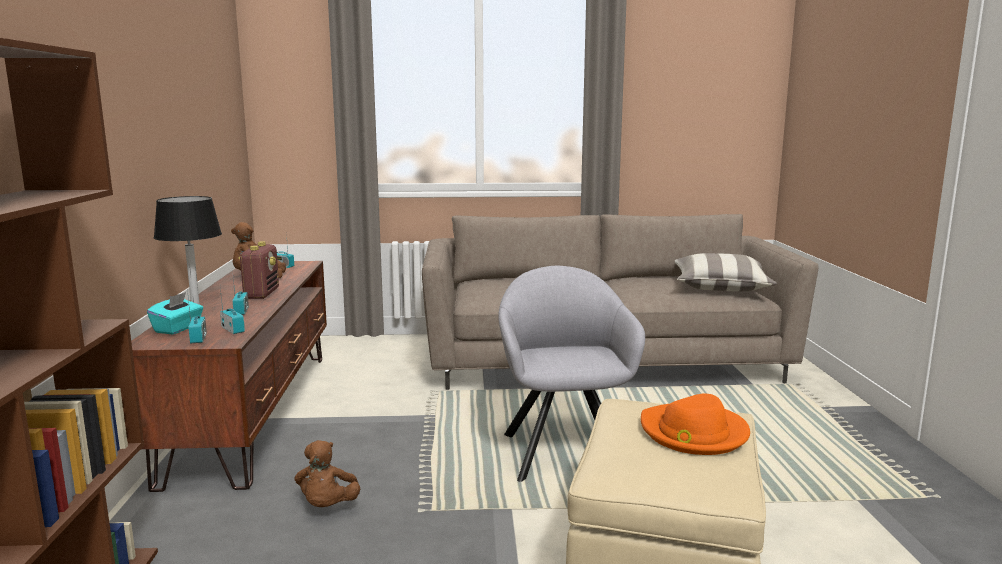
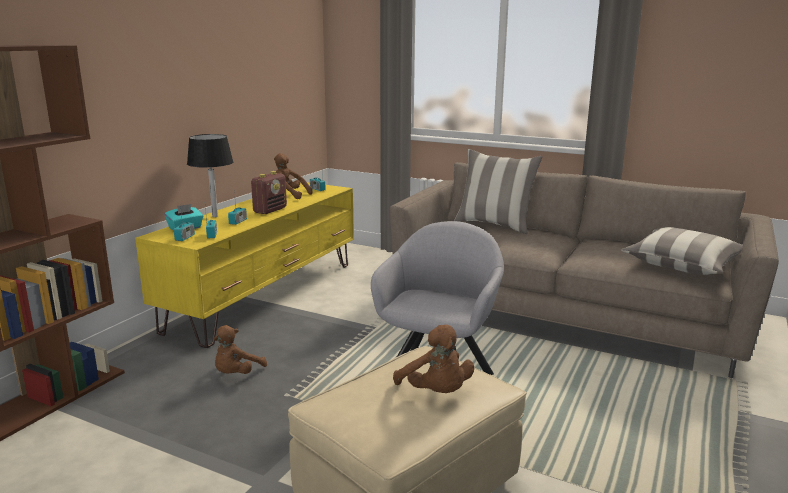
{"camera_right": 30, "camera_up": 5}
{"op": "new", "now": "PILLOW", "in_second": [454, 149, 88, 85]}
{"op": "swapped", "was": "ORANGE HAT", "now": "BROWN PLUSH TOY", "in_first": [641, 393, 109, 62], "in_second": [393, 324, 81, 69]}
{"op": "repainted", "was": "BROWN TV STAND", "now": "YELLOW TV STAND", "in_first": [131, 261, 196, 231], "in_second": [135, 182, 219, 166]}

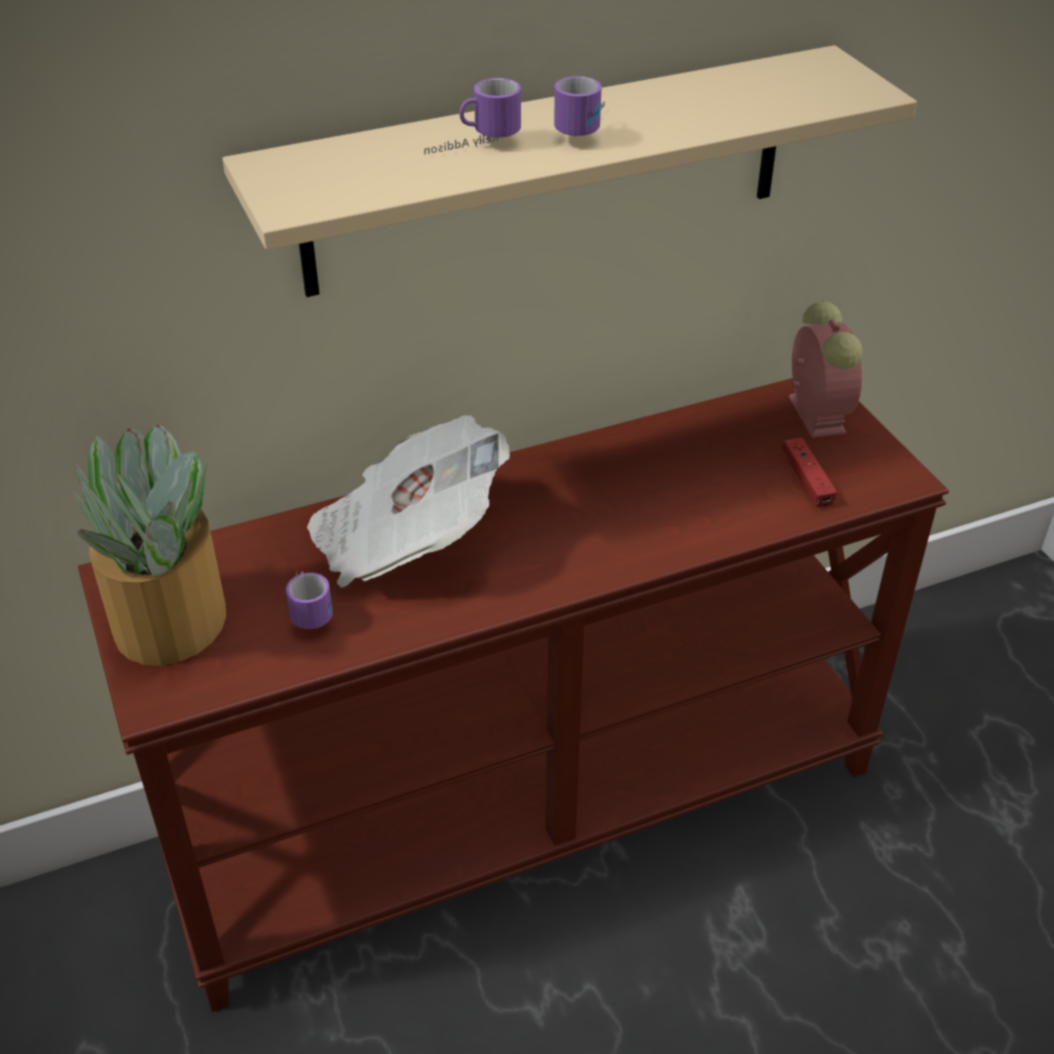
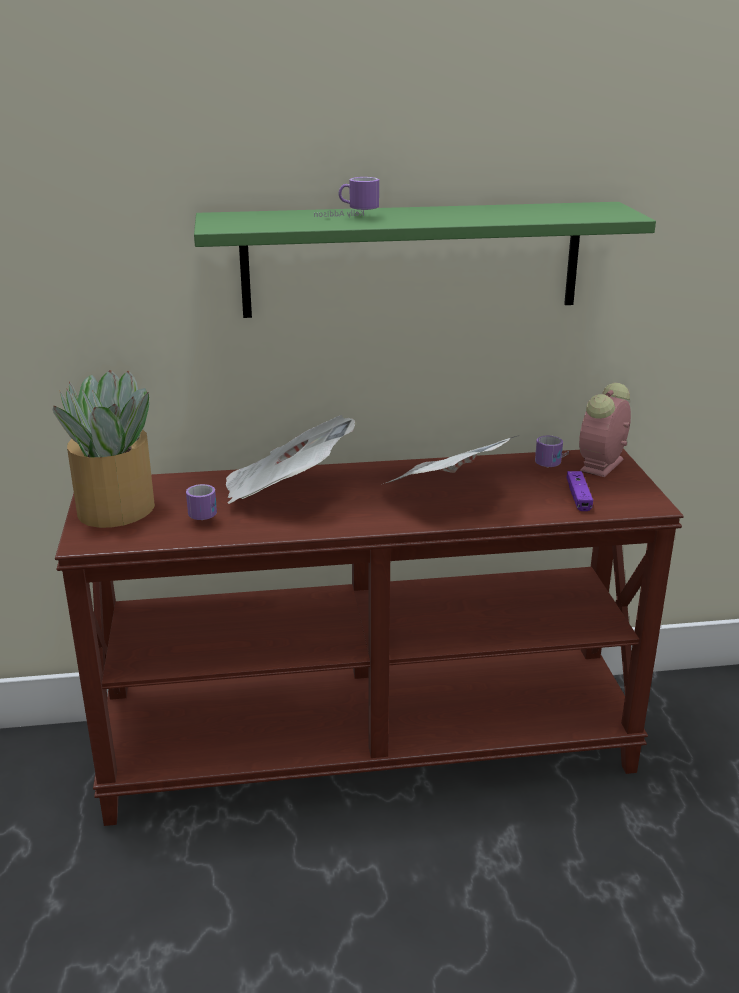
{"camera_right": 15, "camera_up": -15}
{"op": "new", "now": "NEWSPAPER", "in_second": [383, 436, 134, 48]}
{"op": "shifted", "was": "MUG", "in_first": [554, 76, 51, 61], "in_second": [535, 435, 34, 32]}
{"op": "repainted", "was": "BEIGE SHELF", "now": "GREEN SHELF", "in_first": [222, 45, 695, 252], "in_second": [194, 202, 462, 116]}
{"op": "repainted", "was": "RED GAME CONTROLLER", "now": "PURPLE GAME CONTROLLER", "in_first": [782, 438, 55, 69], "in_second": [566, 471, 27, 40]}
{"op": "rotated", "was": "ALARM CLOCK", "in_first": [789, 301, 73, 137], "in_second": [579, 383, 52, 94], "clockwise": -150}

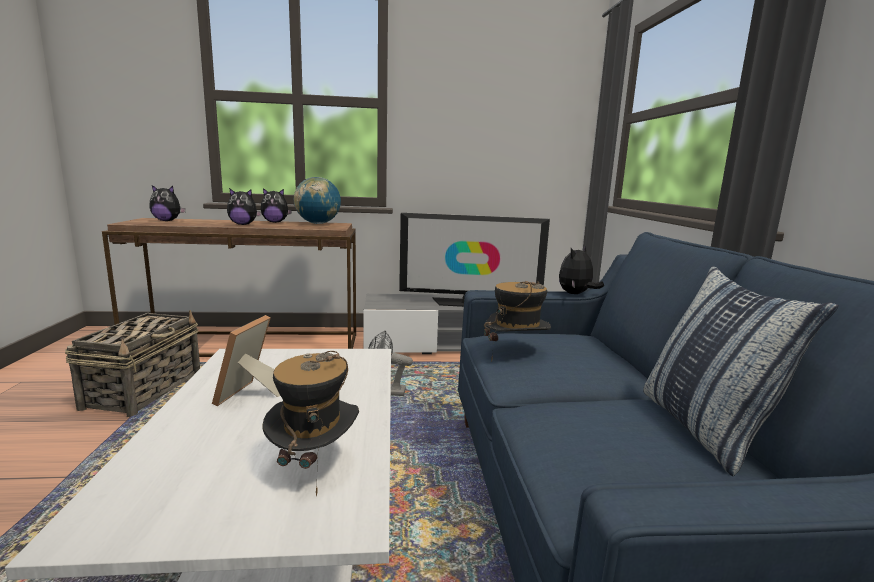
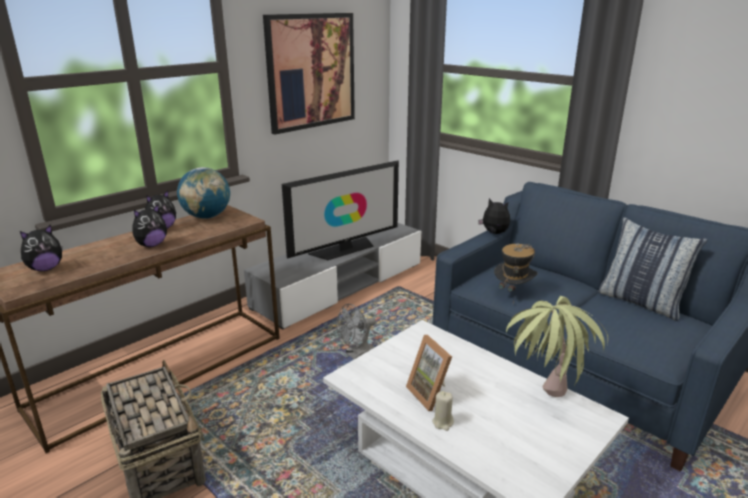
{"camera_right": -40, "camera_up": 10}
{"op": "new", "now": "PICTURE", "in_second": [263, 13, 92, 121]}
{"op": "new", "now": "BEIGE CANDLE", "in_second": [432, 391, 22, 40]}
{"op": "swapped", "was": "HAT", "now": "POTTED PLANT", "in_first": [263, 351, 96, 146], "in_second": [506, 296, 102, 101]}
{"op": "rotated", "was": "PLUSH TOY", "in_first": [559, 246, 45, 48], "in_second": [478, 198, 32, 36], "clockwise": 120}

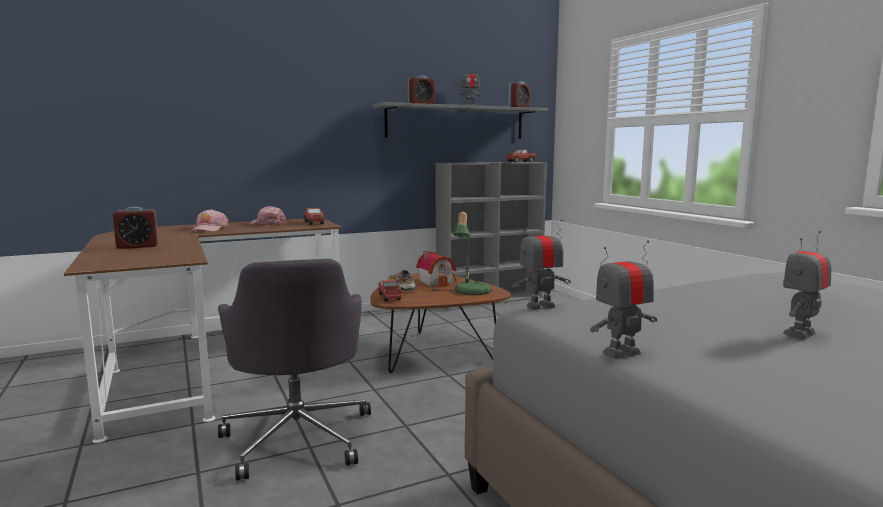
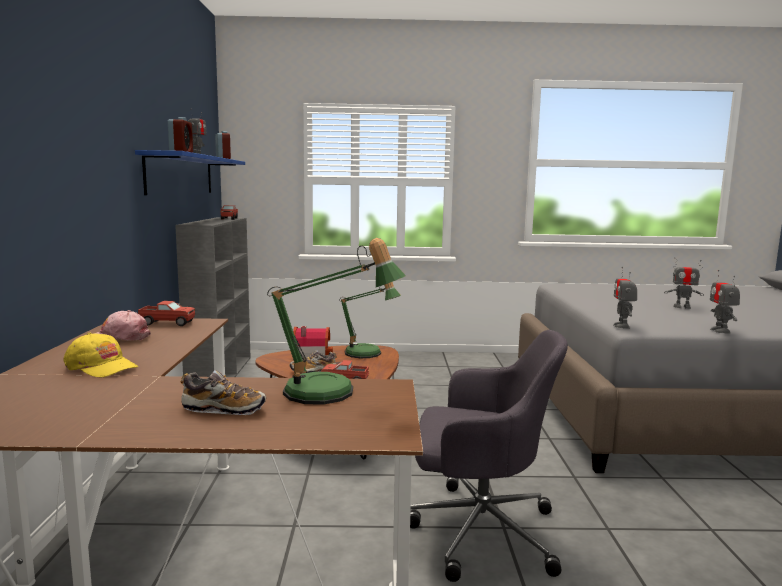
{"camera_right": -65, "camera_up": 0}
{"op": "new", "now": "TABLE LAMP", "in_second": [267, 238, 139, 167]}
{"op": "swapped", "was": "ALARM CLOCK", "now": "SHOE", "in_first": [113, 207, 45, 42], "in_second": [181, 370, 85, 45]}
{"op": "repainted", "was": "PINK CAP", "now": "YELLOW CAP", "in_first": [191, 209, 38, 23], "in_second": [63, 333, 75, 45]}
{"op": "repainted", "was": "GREY SHELF", "now": "BLUE SHELF", "in_first": [373, 102, 175, 37], "in_second": [135, 150, 110, 45]}
{"op": "rotated", "was": "TOY ROBOT", "in_first": [783, 231, 48, 109], "in_second": [664, 257, 40, 52], "clockwise": -60}

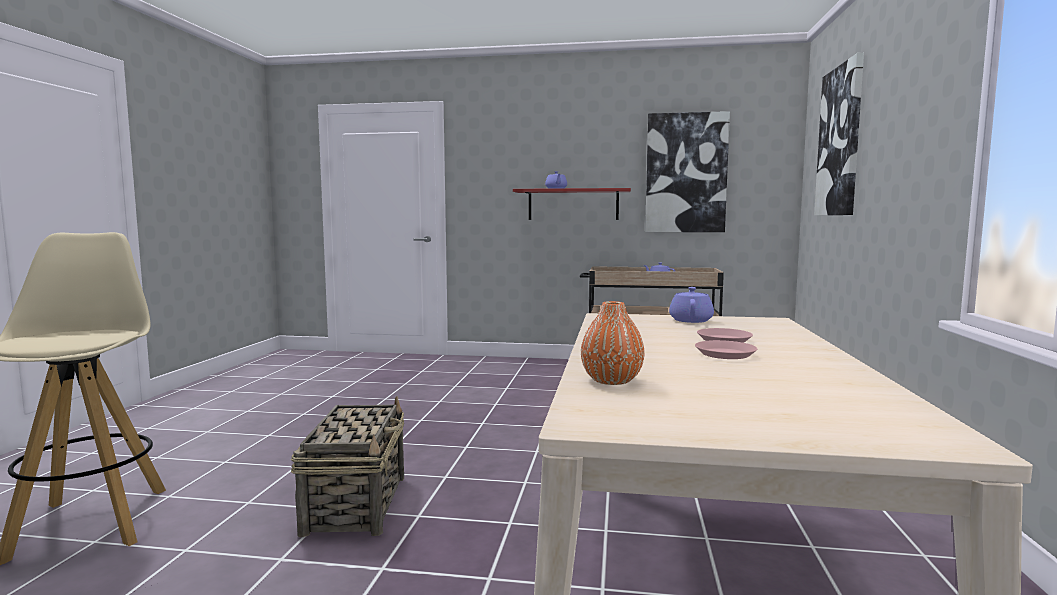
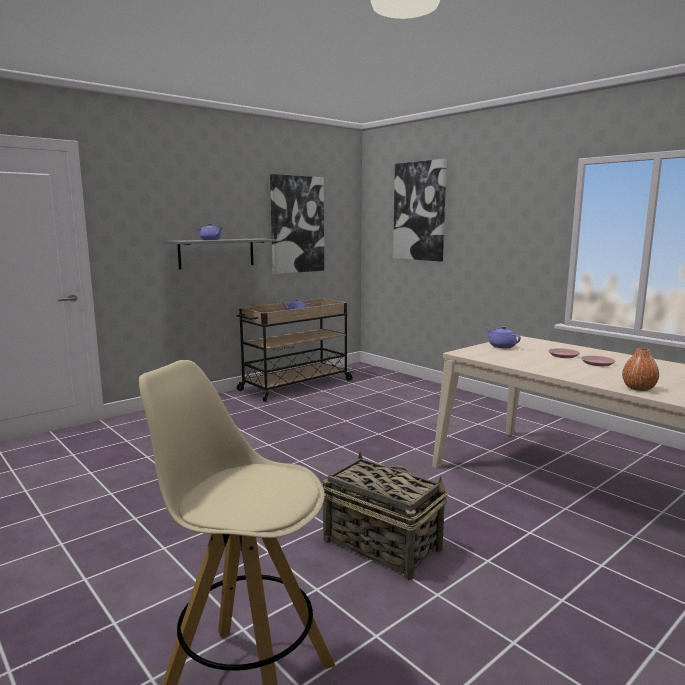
{"camera_right": -50, "camera_up": 5}
{"op": "repainted", "was": "RED SHELF", "now": "GREY SHELF", "in_first": [513, 188, 118, 32], "in_second": [167, 238, 109, 31]}

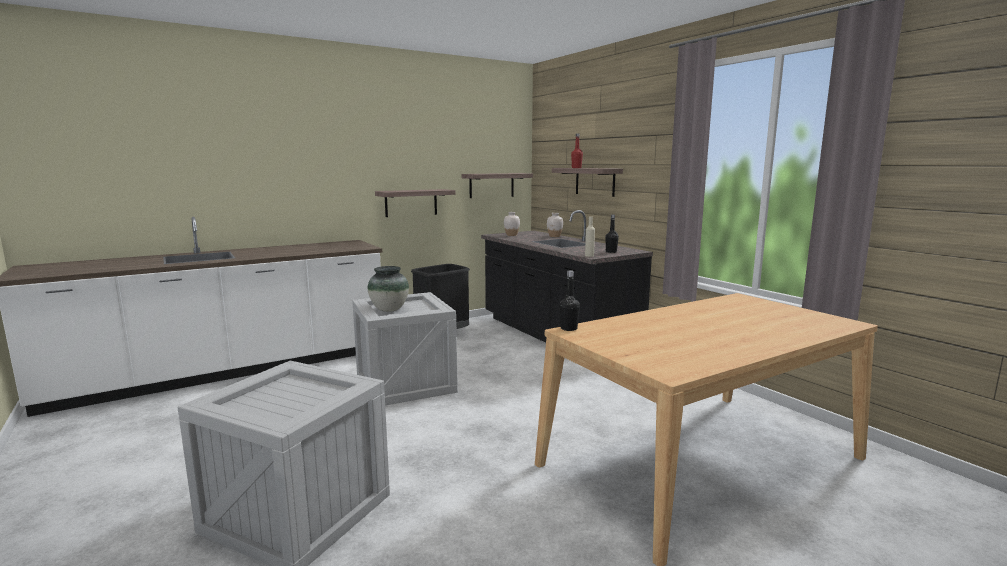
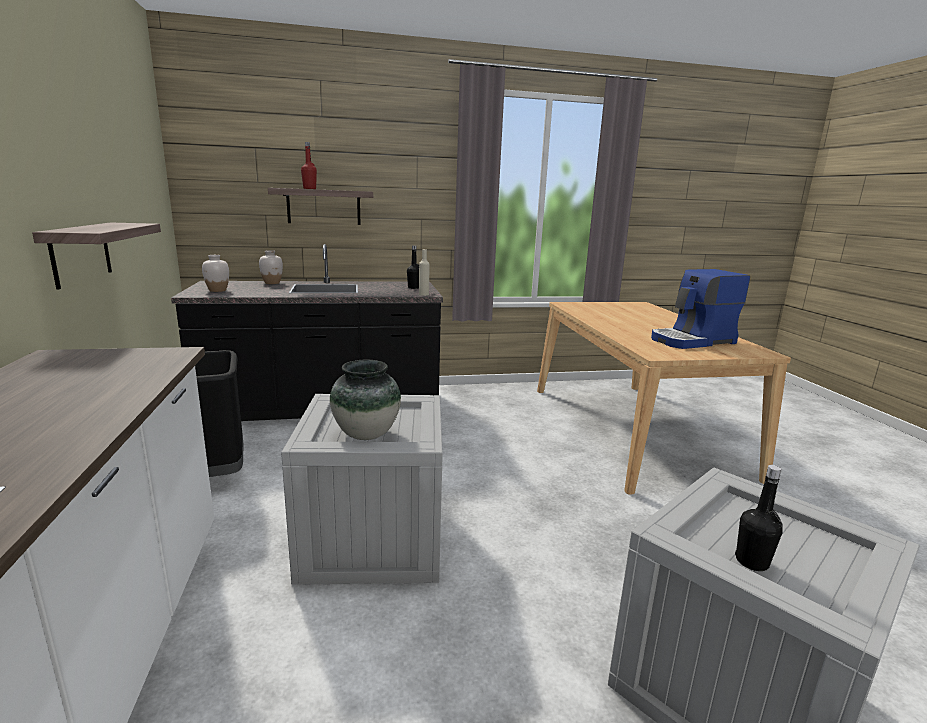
{"camera_right": -70, "camera_up": 5}
{"op": "gone", "was": "SHELF", "in_first": [461, 173, 72, 25]}
{"op": "new", "now": "COFFEE MACHINE", "in_second": [651, 269, 99, 80]}
{"op": "shifted", "was": "BLACK BOTTLE", "in_first": [559, 271, 21, 60], "in_second": [735, 465, 48, 106]}

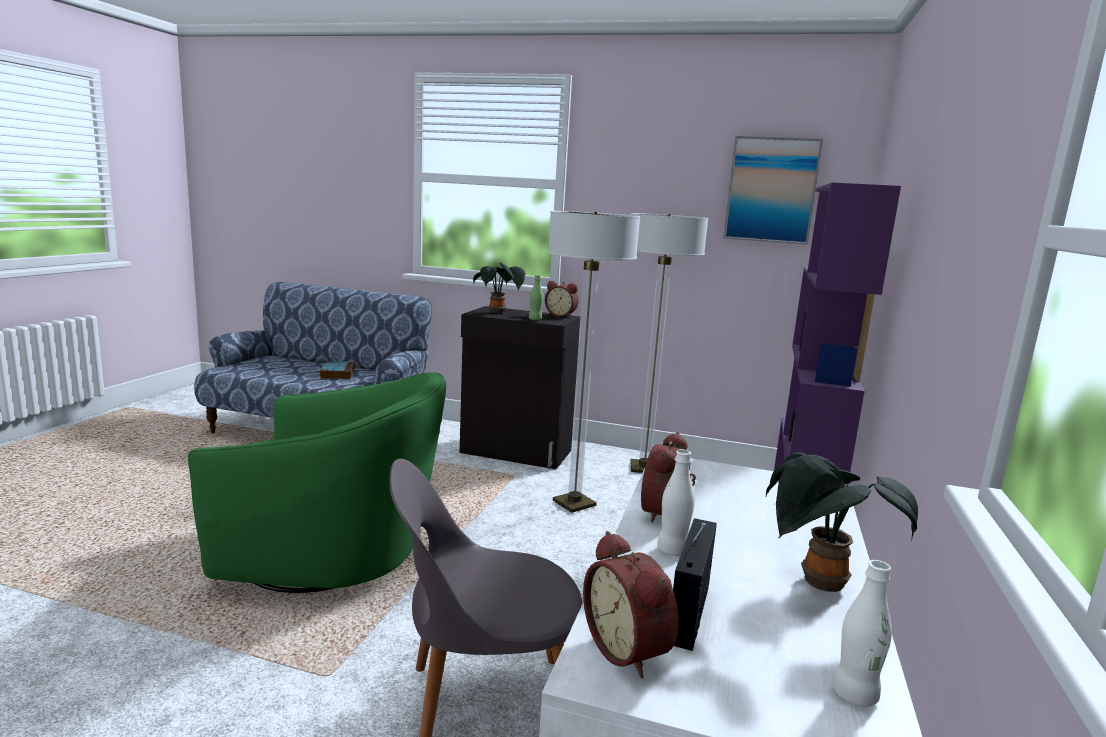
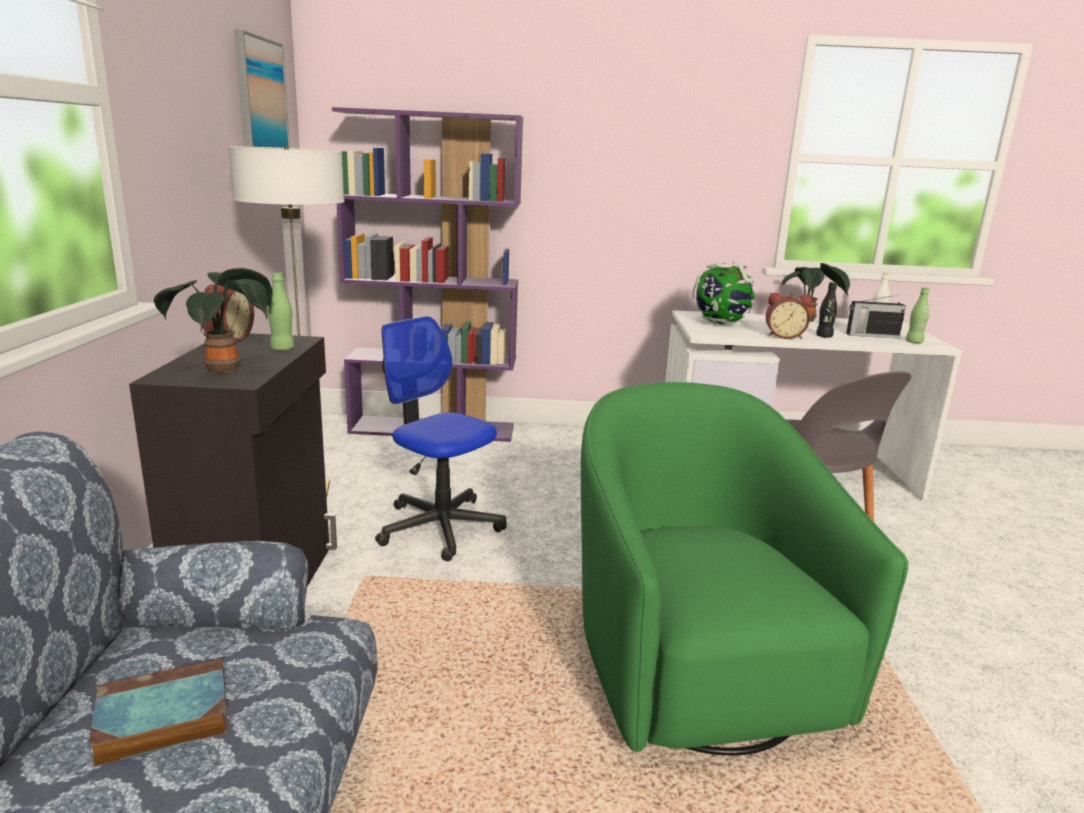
{"camera_right": -105, "camera_up": 5}
{"op": "new", "now": "GLOBE", "in_second": [692, 262, 63, 63]}
{"op": "swapped", "was": "FLOOR LAMP", "now": "OFFICE CHAIR", "in_first": [548, 211, 92, 302], "in_second": [375, 316, 132, 245]}
{"op": "swapped", "was": "ALARM CLOCK", "now": "GREEN BOTTLE", "in_first": [583, 531, 96, 147], "in_second": [906, 287, 24, 56]}
{"op": "repainted", "was": "WHITE BOTTLE", "now": "BLACK BOTTLE", "in_first": [657, 449, 38, 107], "in_second": [816, 282, 21, 55]}

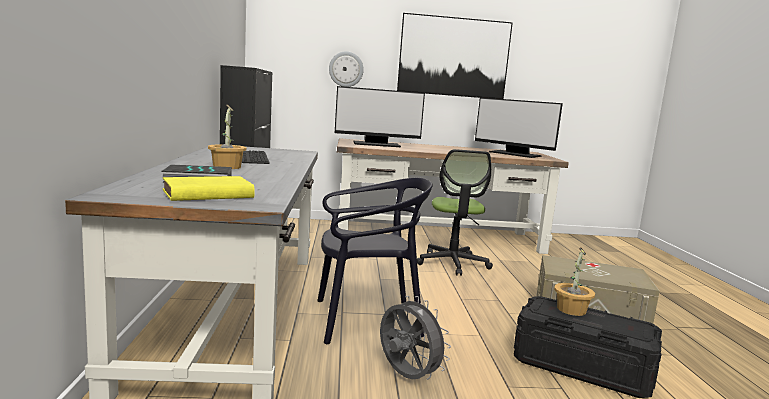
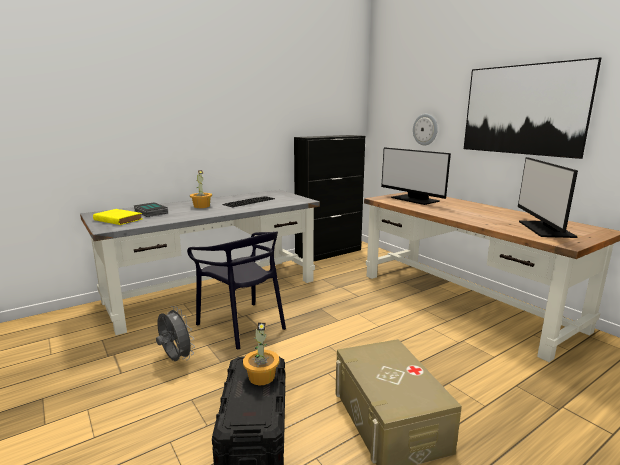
{"camera_right": 60, "camera_up": 5}
{"op": "gone", "was": "OFFICE CHAIR", "in_first": [417, 149, 76, 127]}
{"op": "rotated", "was": "GREY FAN", "in_first": [380, 296, 71, 84], "in_second": [156, 306, 39, 55], "clockwise": -60}

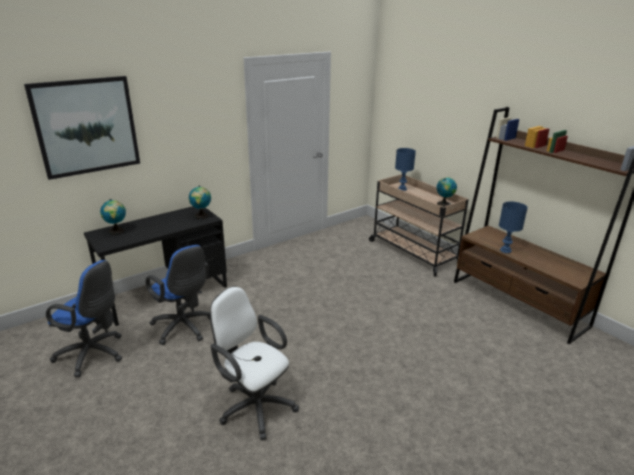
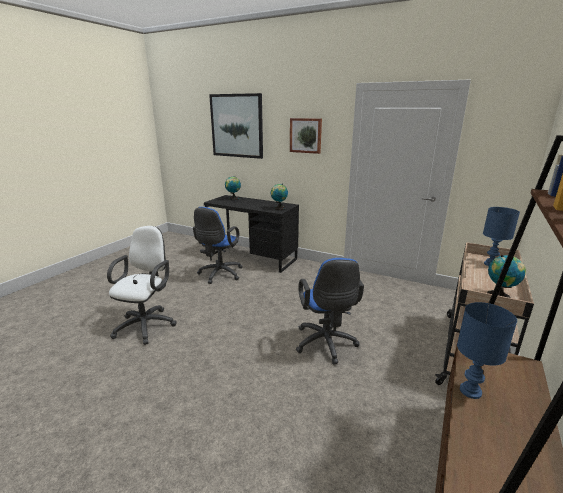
{"camera_right": 65, "camera_up": -5}
{"op": "new", "now": "PICTURE", "in_second": [290, 118, 32, 36]}
{"op": "shifted", "was": "BLUE OFFICE CHAIR", "in_first": [46, 260, 76, 117], "in_second": [296, 258, 68, 107]}

